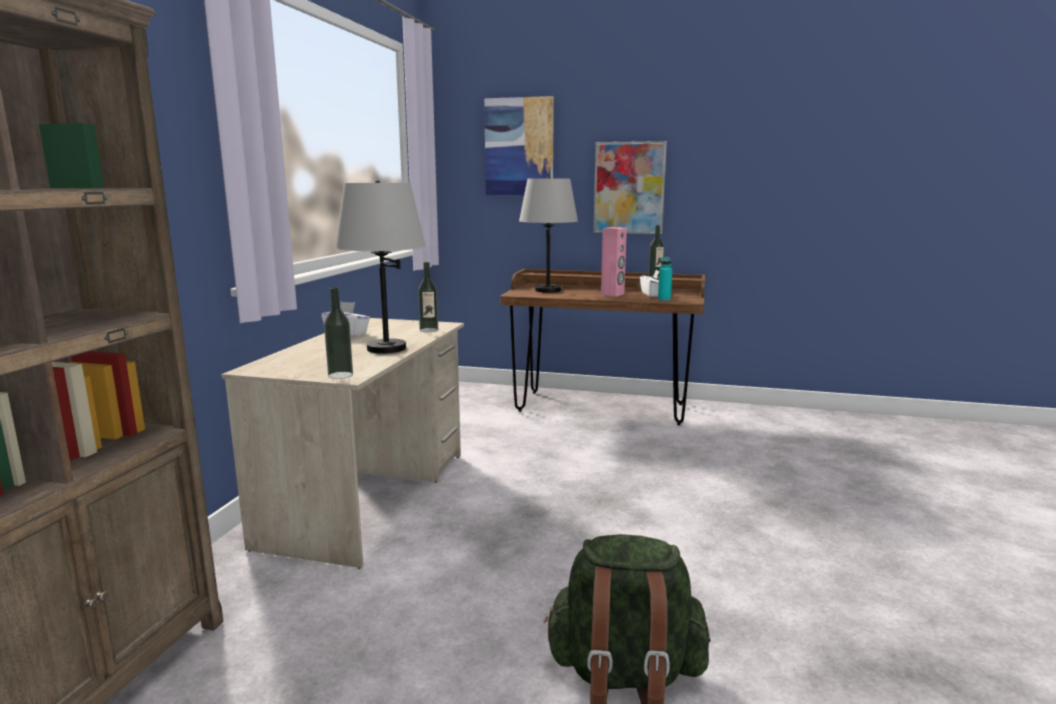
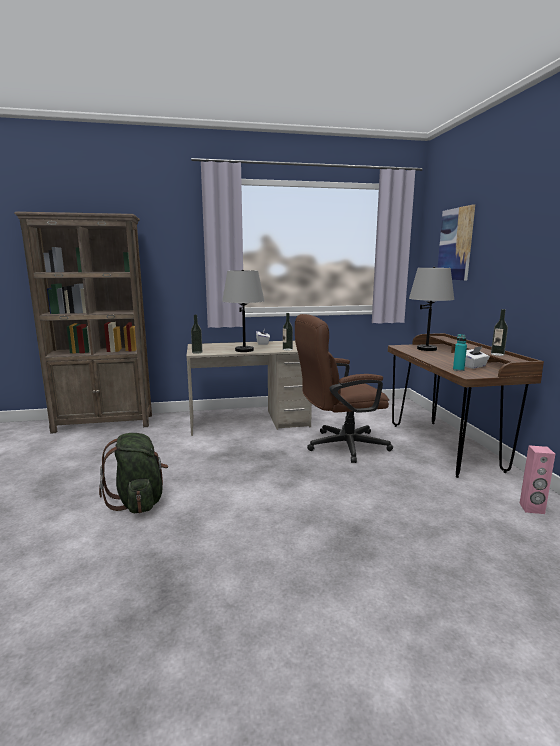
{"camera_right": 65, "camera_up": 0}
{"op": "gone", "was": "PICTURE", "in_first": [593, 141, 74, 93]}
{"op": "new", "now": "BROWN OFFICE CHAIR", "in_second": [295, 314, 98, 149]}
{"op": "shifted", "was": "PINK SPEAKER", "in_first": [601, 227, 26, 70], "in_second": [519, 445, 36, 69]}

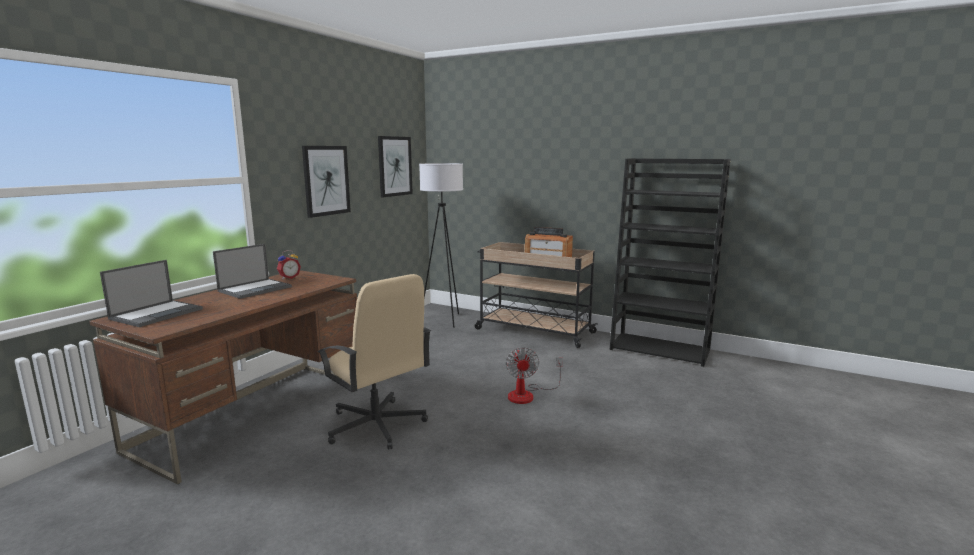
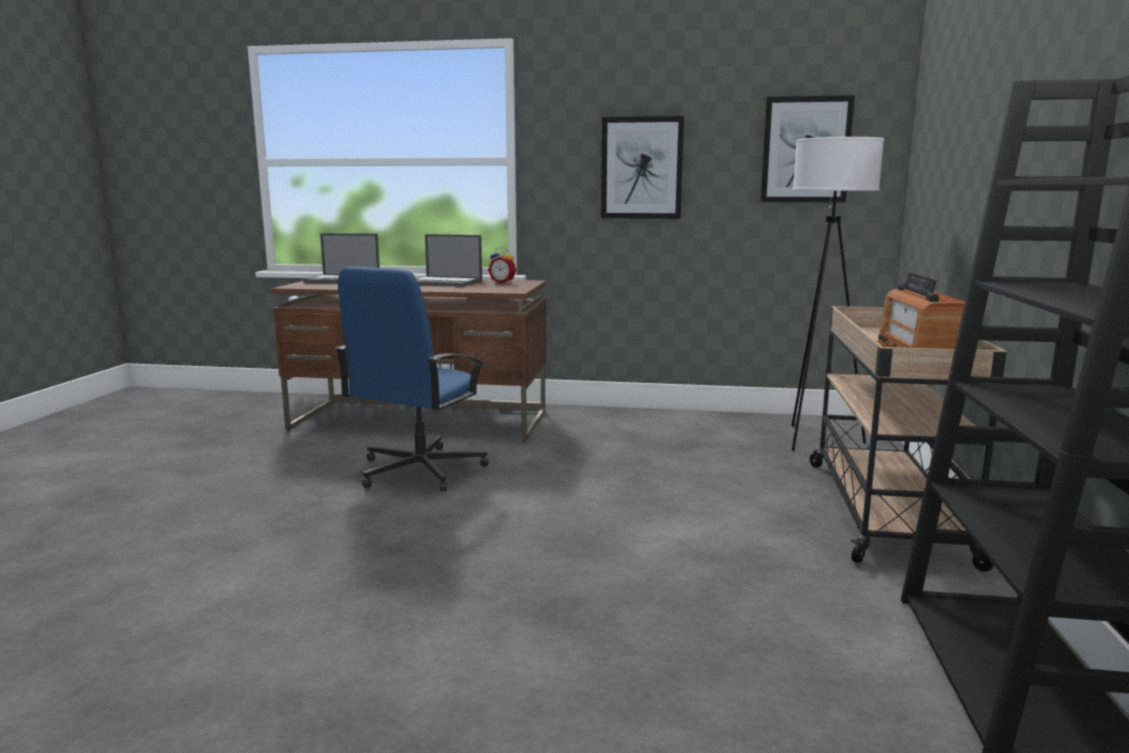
{"camera_right": 70, "camera_up": 0}
{"op": "gone", "was": "FAN", "in_first": [506, 347, 57, 57]}
{"op": "repainted", "was": "BEIGE OFFICE CHAIR", "now": "BLUE OFFICE CHAIR", "in_first": [317, 274, 114, 176], "in_second": [335, 267, 154, 225]}

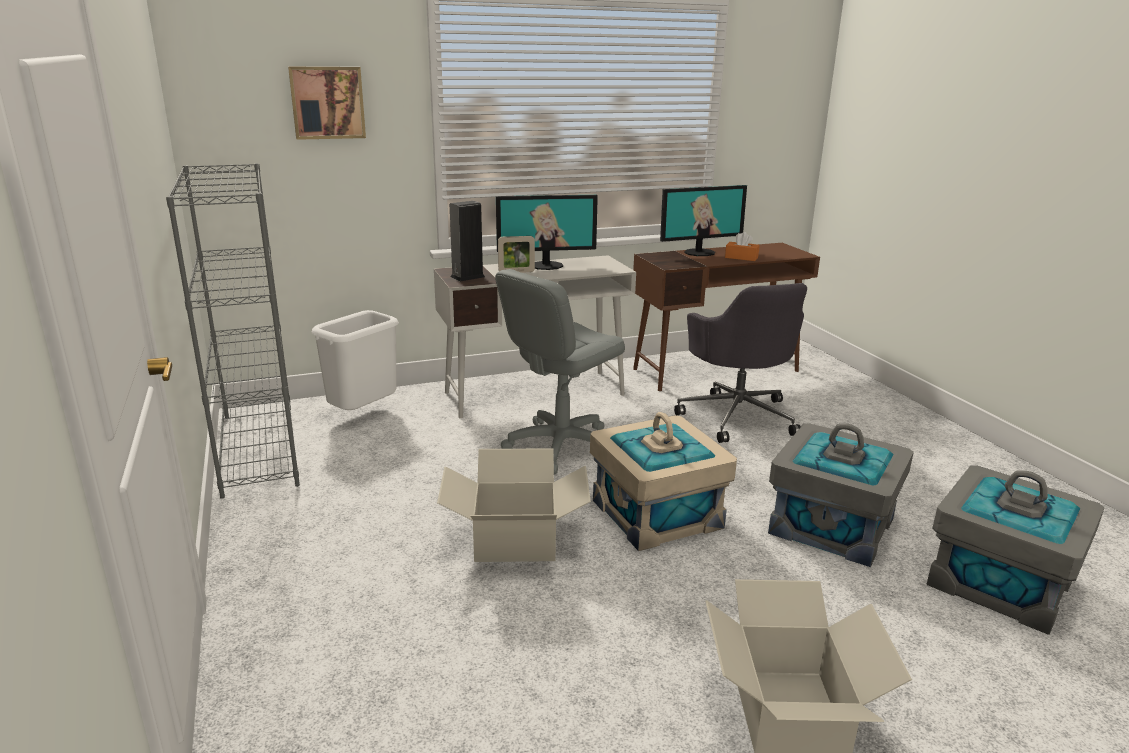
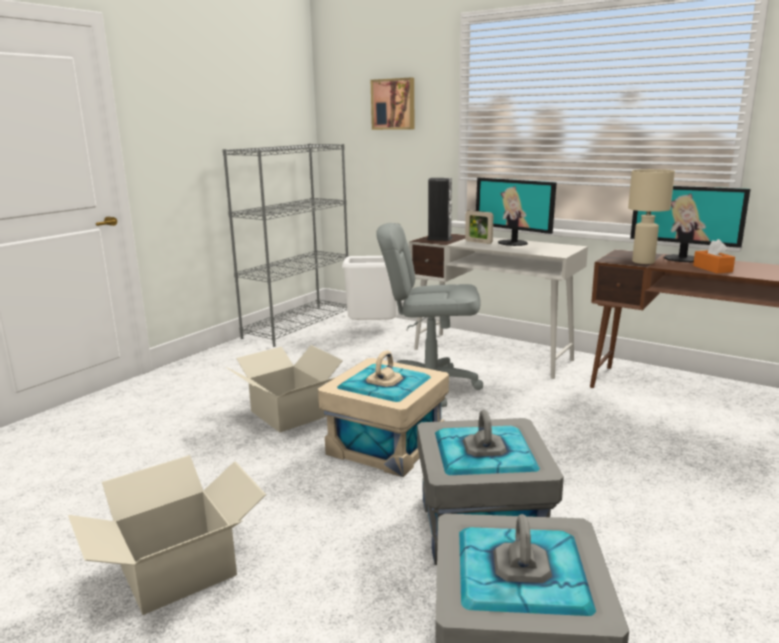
{"camera_right": 55, "camera_up": -5}
{"op": "gone", "was": "GREY OFFICE CHAIR", "in_first": [674, 283, 133, 160]}
{"op": "new", "now": "BEIGE TABLE LAMP", "in_second": [628, 169, 47, 95]}

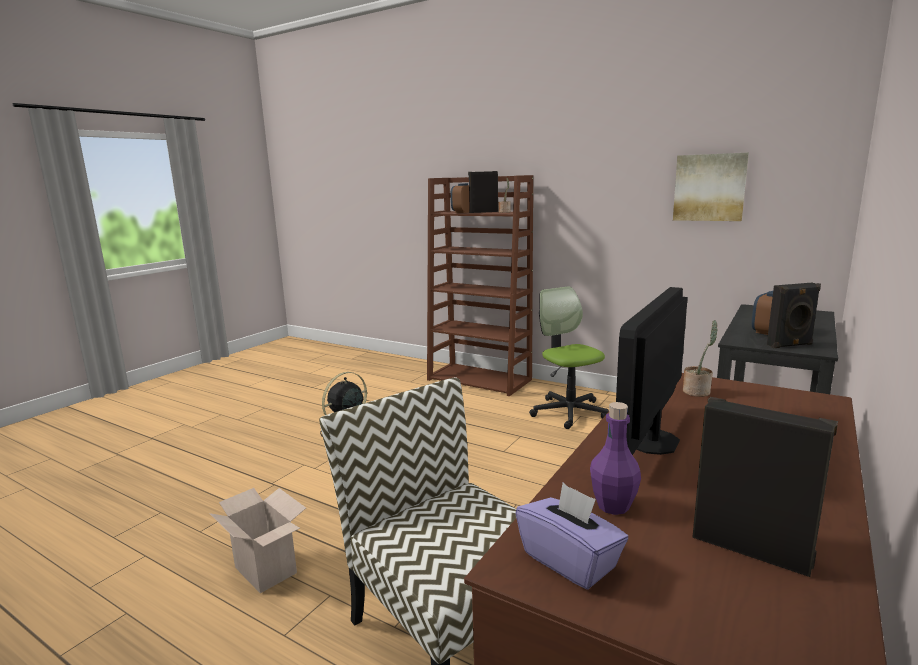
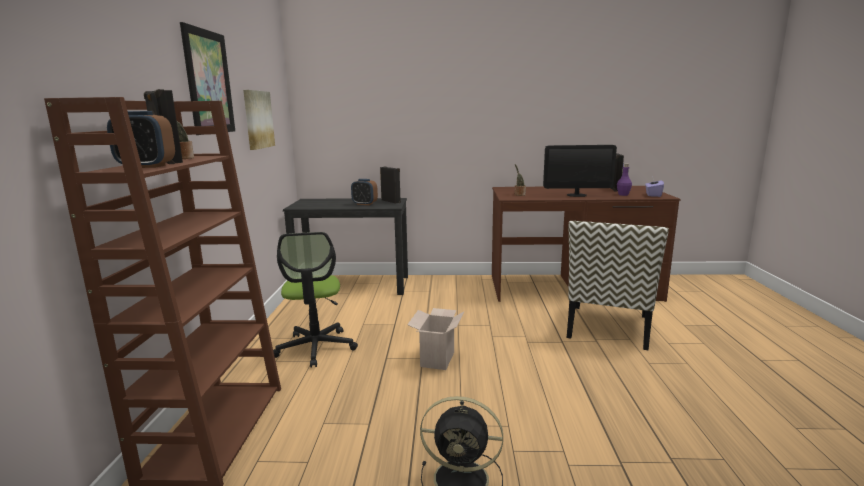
{"camera_right": -120, "camera_up": 0}
{"op": "new", "now": "PICTURE", "in_second": [180, 22, 55, 113]}
{"op": "shifted", "was": "CARDBOARD BOX", "in_first": [210, 488, 96, 105], "in_second": [407, 308, 57, 62]}
{"op": "rotated", "was": "OFFICE CHAIR", "in_first": [529, 286, 80, 143], "in_second": [273, 232, 85, 135], "clockwise": -45}

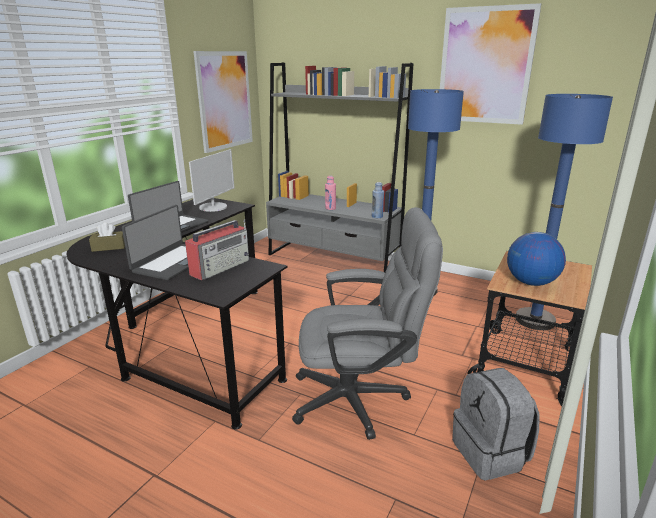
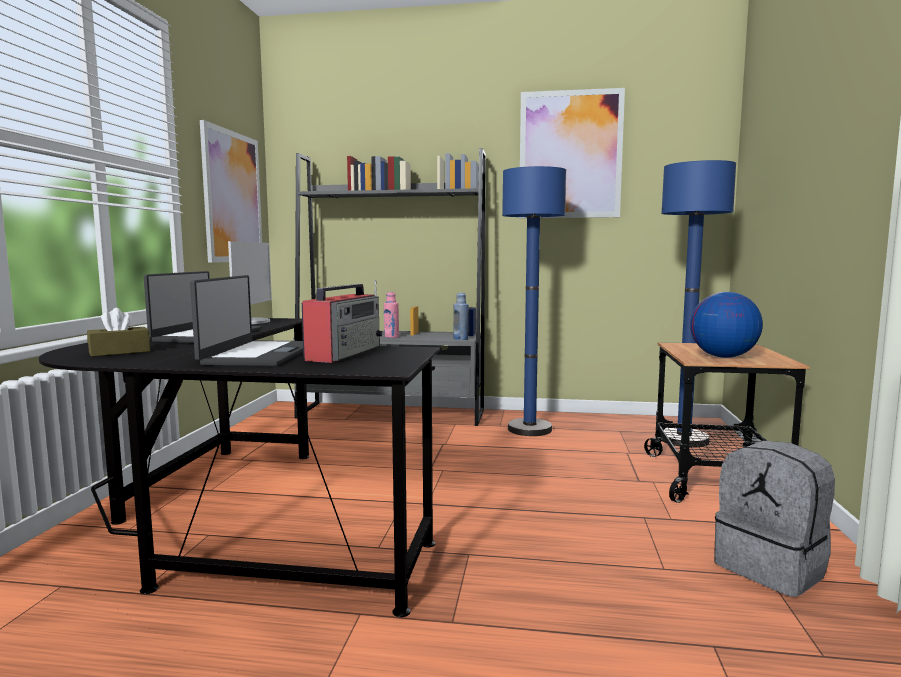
{"camera_right": -20, "camera_up": -15}
{"op": "gone", "was": "GREY OFFICE CHAIR", "in_first": [292, 207, 151, 233]}

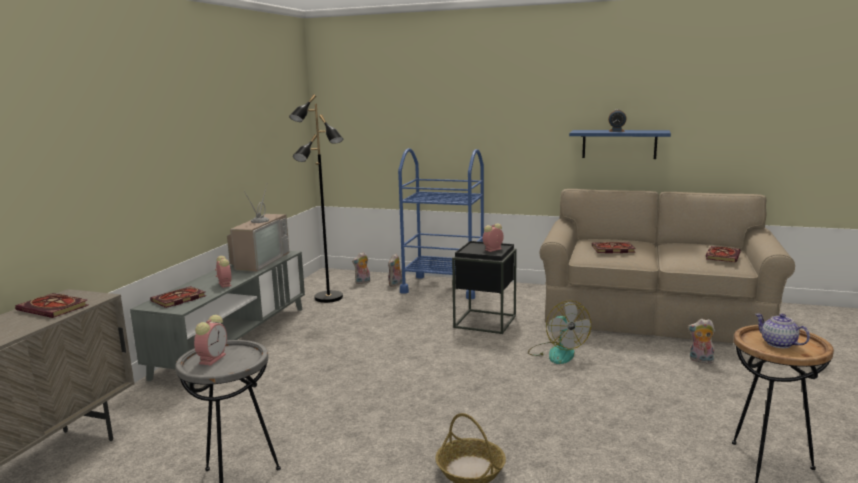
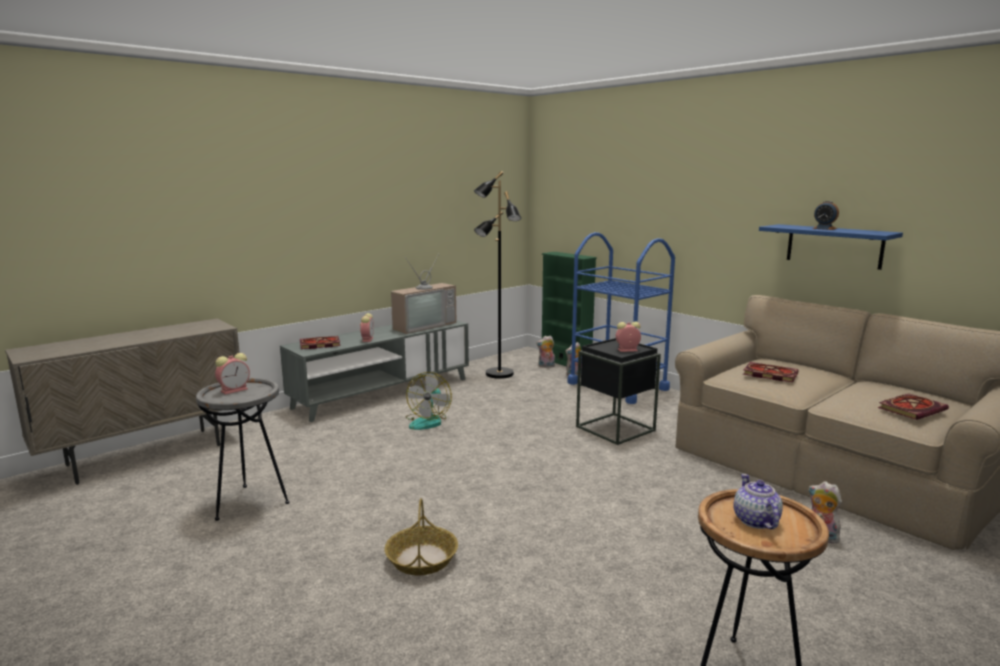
{"camera_right": 30, "camera_up": 0}
{"op": "gone", "was": "BOOK", "in_first": [15, 293, 73, 25]}
{"op": "new", "now": "GREEN BOOKCASE", "in_second": [542, 252, 55, 114]}
{"op": "shifted", "was": "FAN", "in_first": [528, 300, 63, 64], "in_second": [406, 372, 46, 58]}

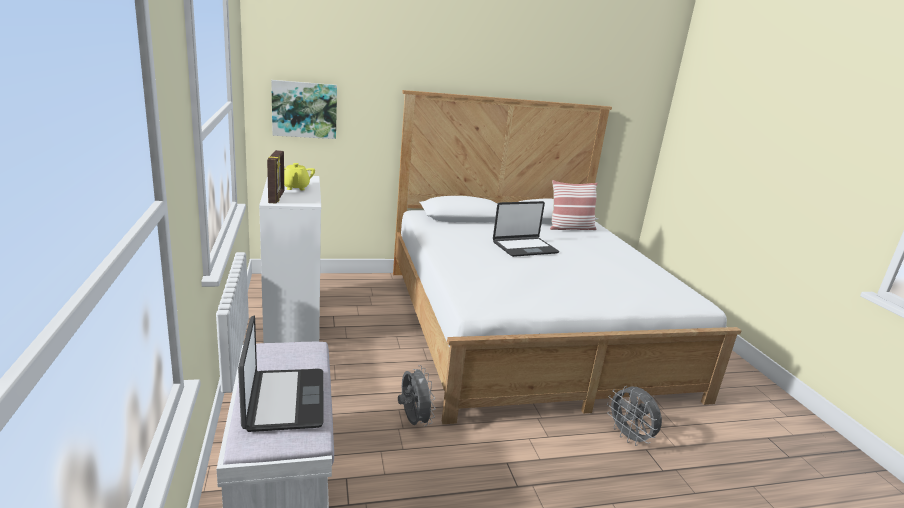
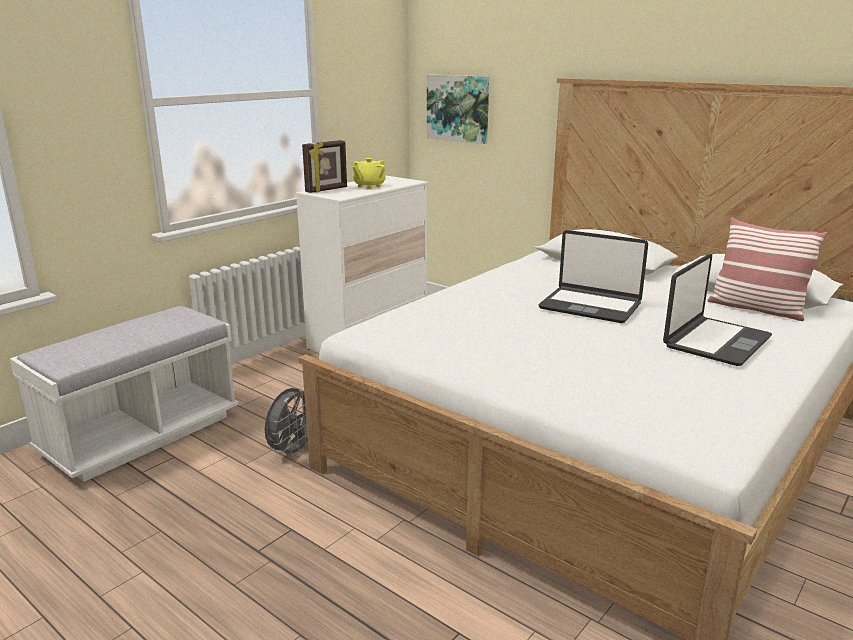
{"camera_right": 55, "camera_up": 0}
{"op": "gone", "was": "GREY FAN", "in_first": [607, 386, 55, 60]}
{"op": "shifted", "was": "LAPTOP", "in_first": [238, 316, 86, 116], "in_second": [663, 254, 109, 112]}

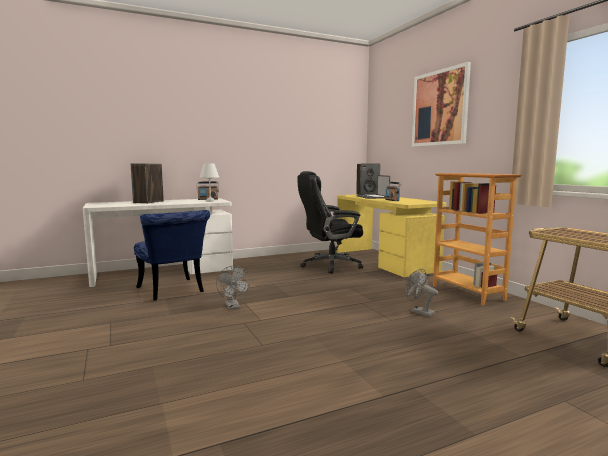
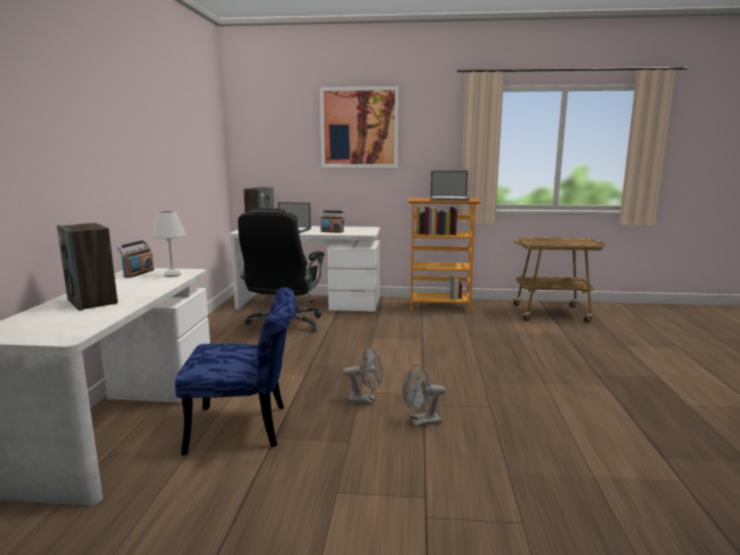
{"camera_right": -60, "camera_up": 5}
{"op": "new", "now": "LAPTOP", "in_second": [430, 171, 39, 30]}
{"op": "shifted", "was": "GREY FAN", "in_first": [405, 268, 33, 49], "in_second": [403, 365, 43, 62]}
{"op": "repainted", "was": "YELLOW DESK", "now": "WHITE DESK", "in_first": [337, 194, 109, 83], "in_second": [230, 226, 150, 86]}

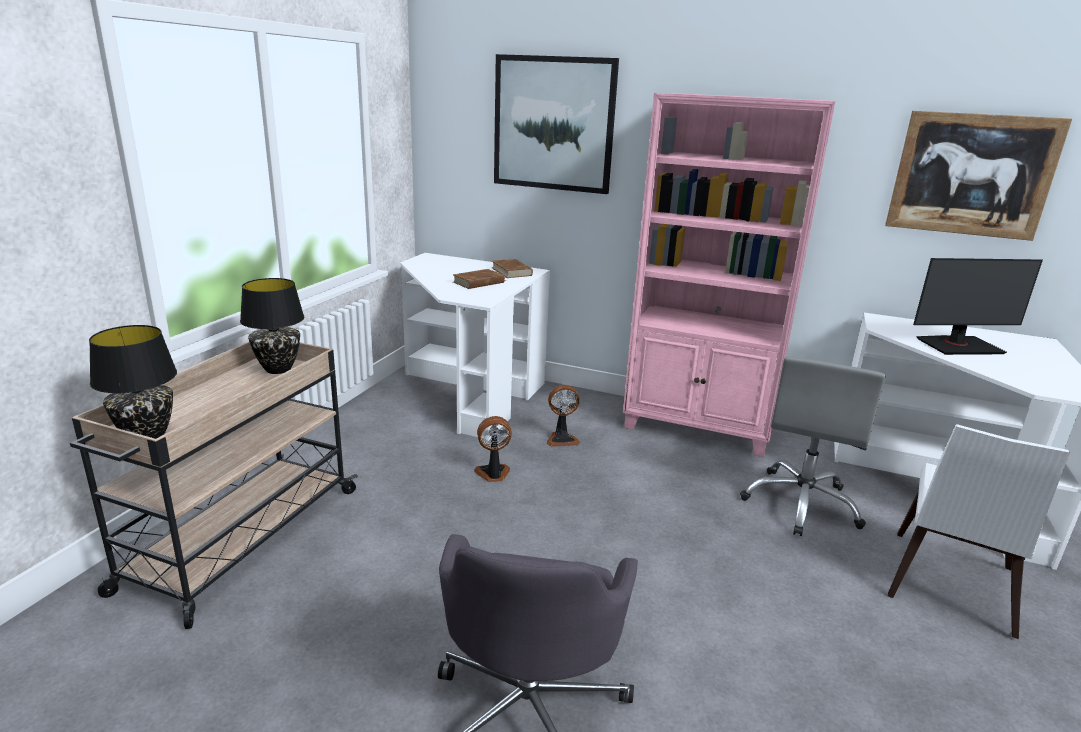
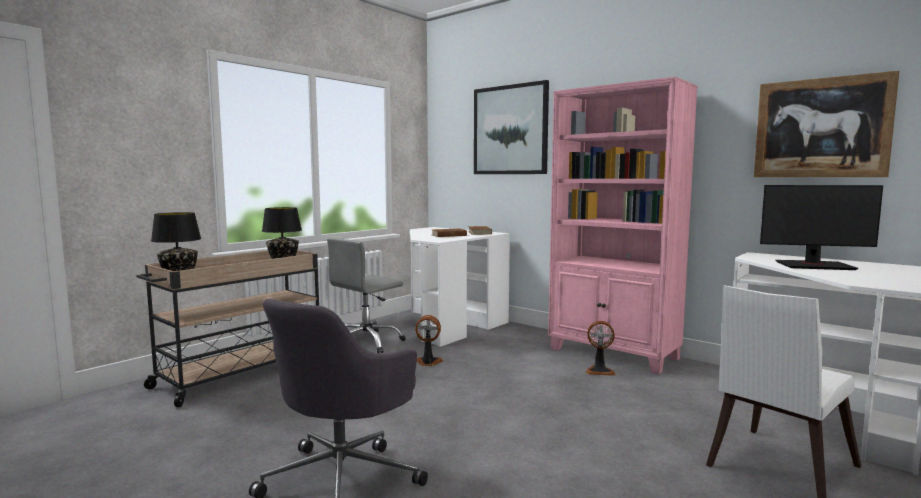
{"camera_right": 20, "camera_up": -15}
{"op": "shifted", "was": "FAN", "in_first": [547, 385, 33, 62], "in_second": [585, 321, 30, 55]}
{"op": "shifted", "was": "GREY OFFICE CHAIR", "in_first": [740, 356, 145, 180], "in_second": [327, 238, 79, 115]}

